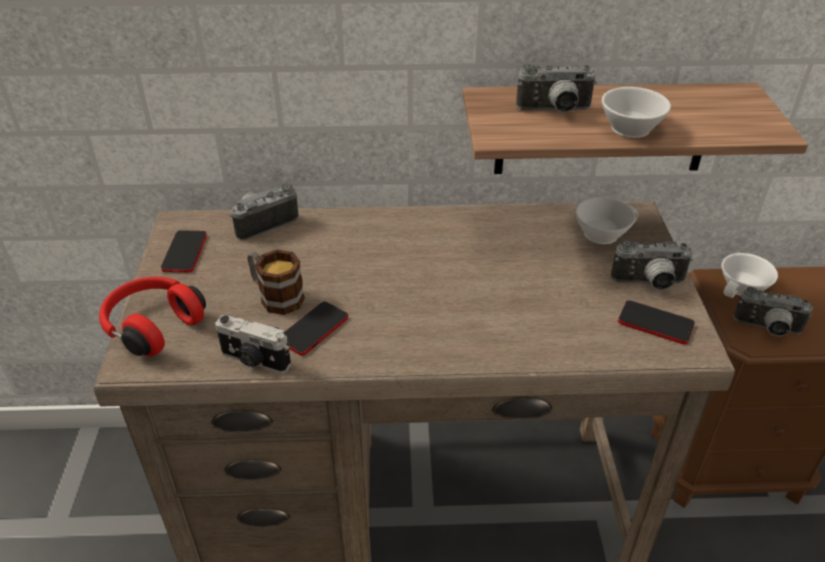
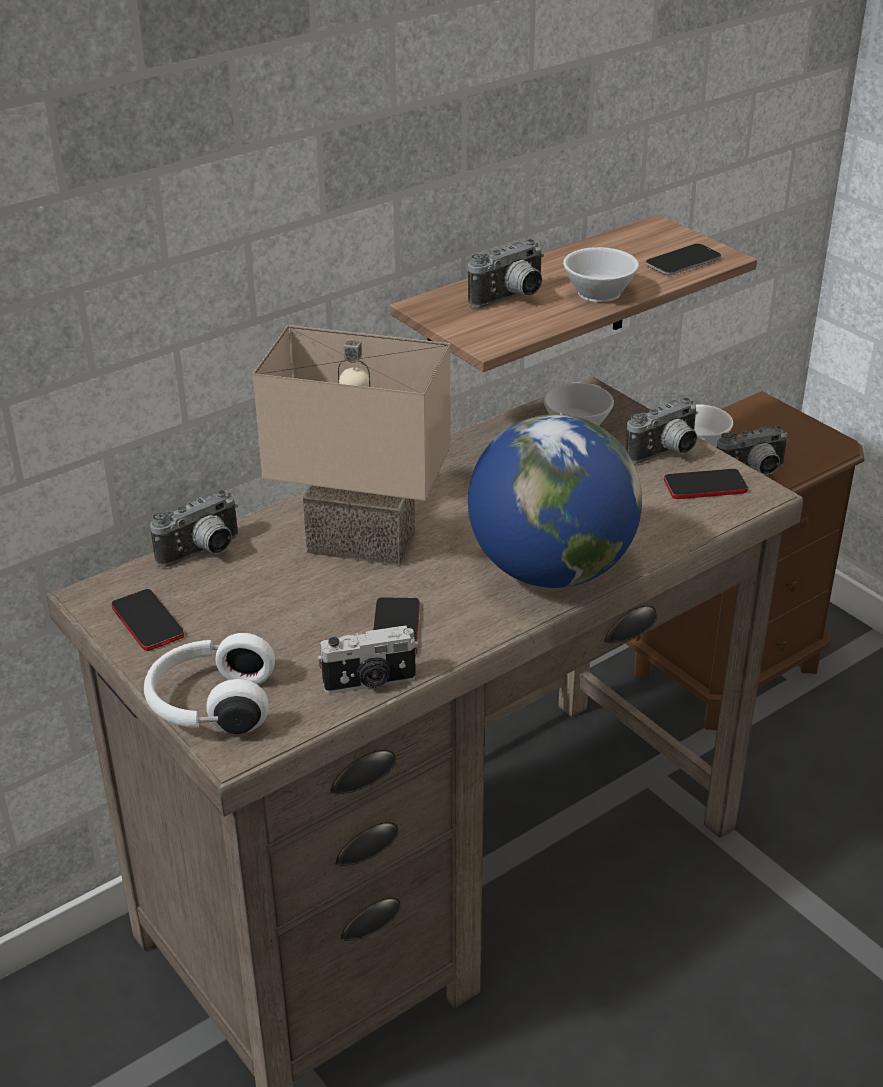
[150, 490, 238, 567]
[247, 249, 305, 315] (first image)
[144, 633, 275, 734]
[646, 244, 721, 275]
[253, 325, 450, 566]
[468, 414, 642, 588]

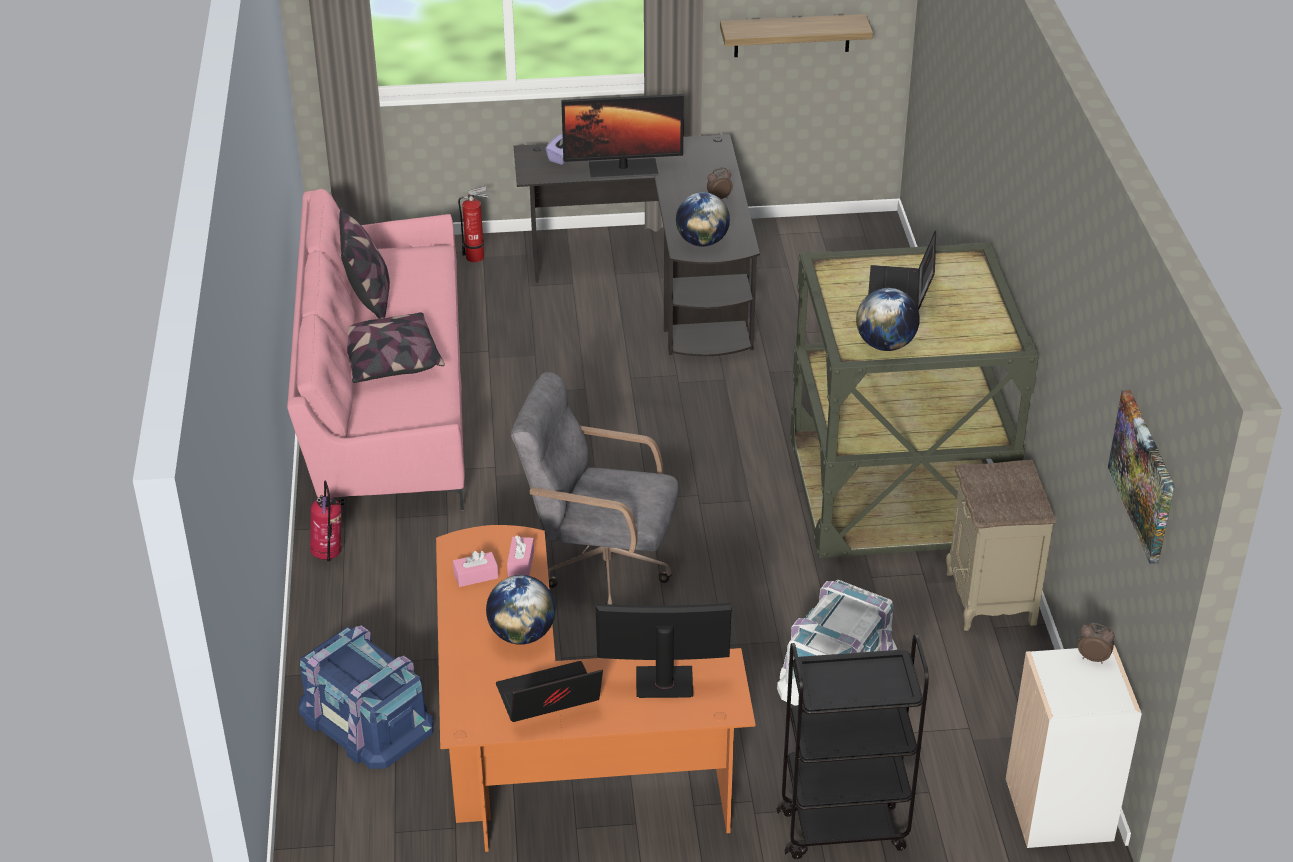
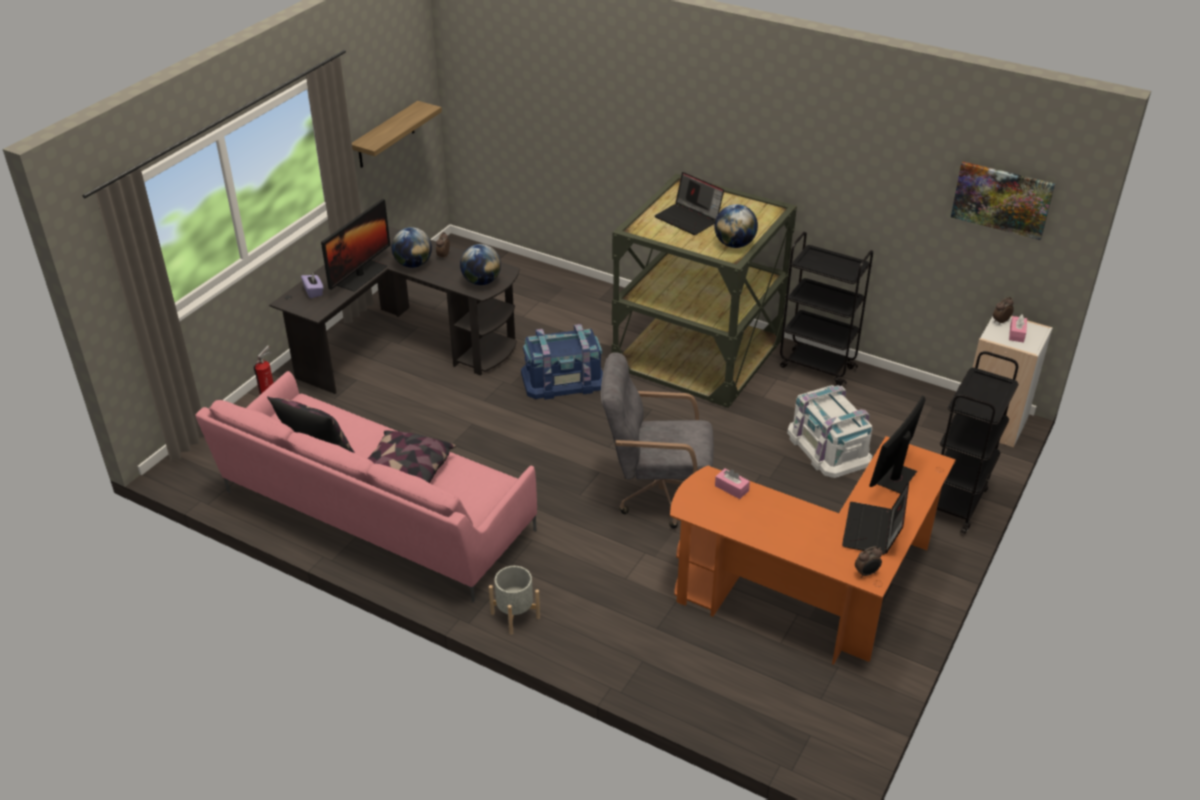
[601, 352, 714, 528]
[780, 232, 873, 386]
[489, 566, 540, 635]
[1009, 314, 1027, 343]
[391, 227, 432, 268]
[521, 324, 603, 400]
[855, 546, 882, 578]

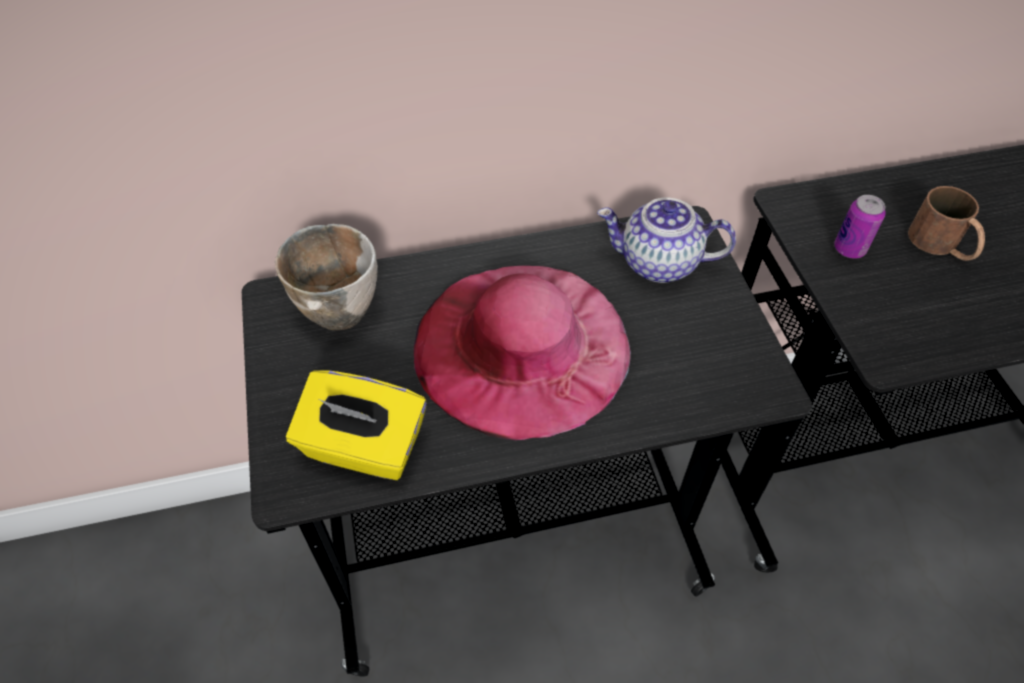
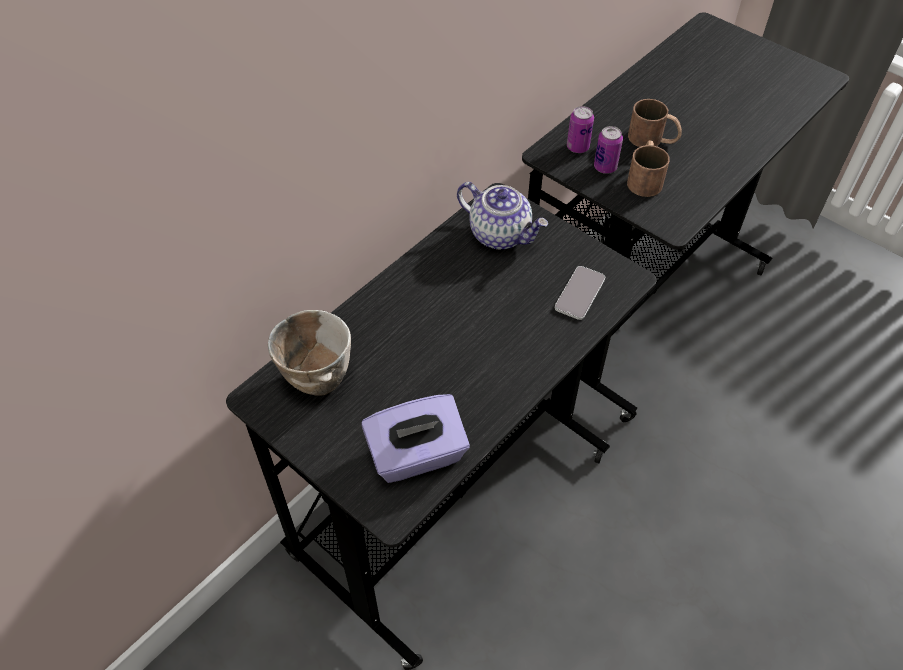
[457, 182, 548, 249]
[414, 266, 631, 440] (first image)
[361, 394, 470, 483]
[567, 106, 594, 153]
[627, 140, 670, 197]
[555, 266, 605, 320]

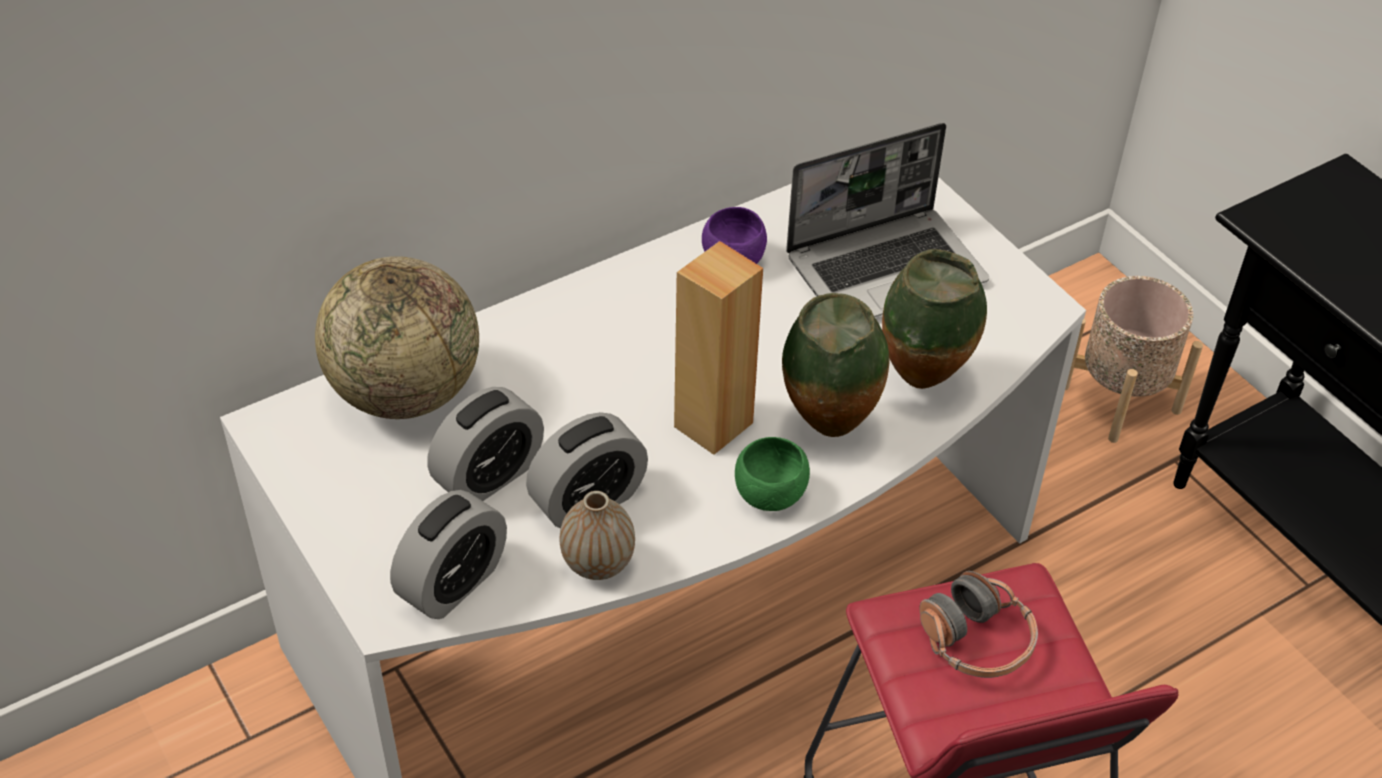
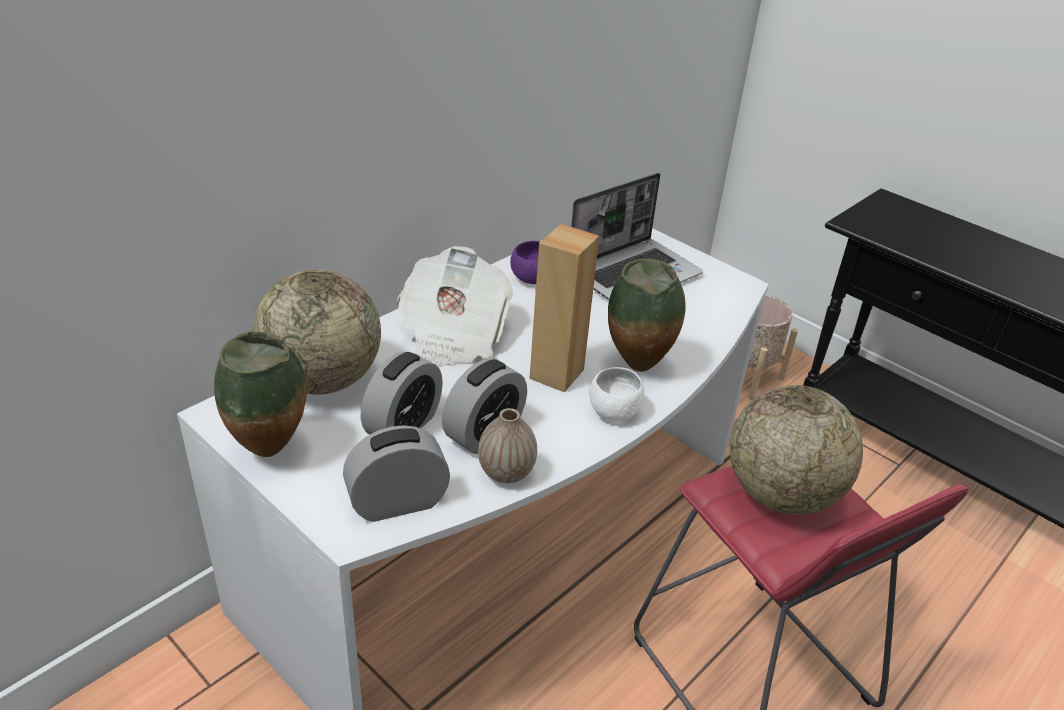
[214, 331, 307, 457]
[589, 367, 644, 421]
[343, 425, 450, 522]
[730, 385, 863, 514]
[397, 246, 513, 368]

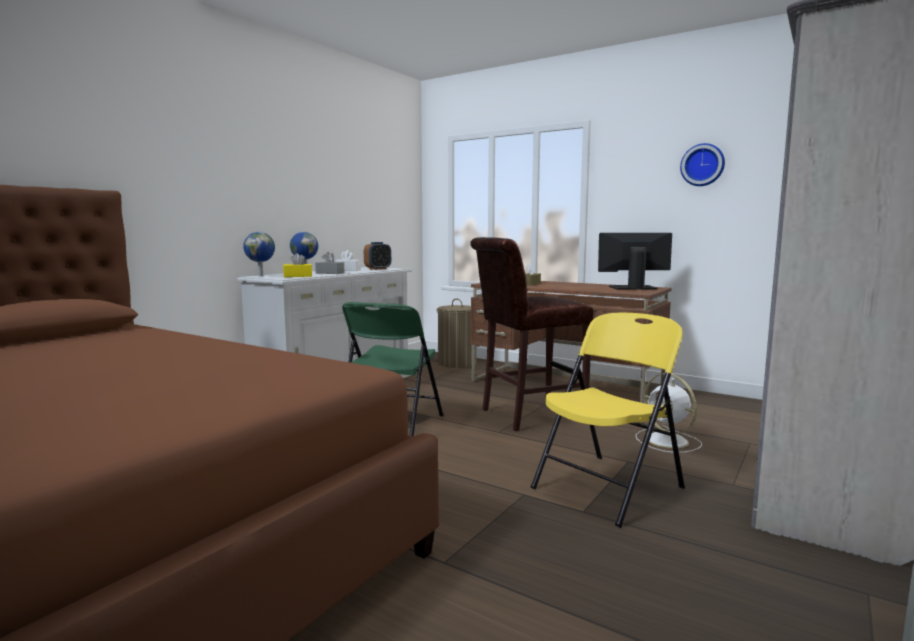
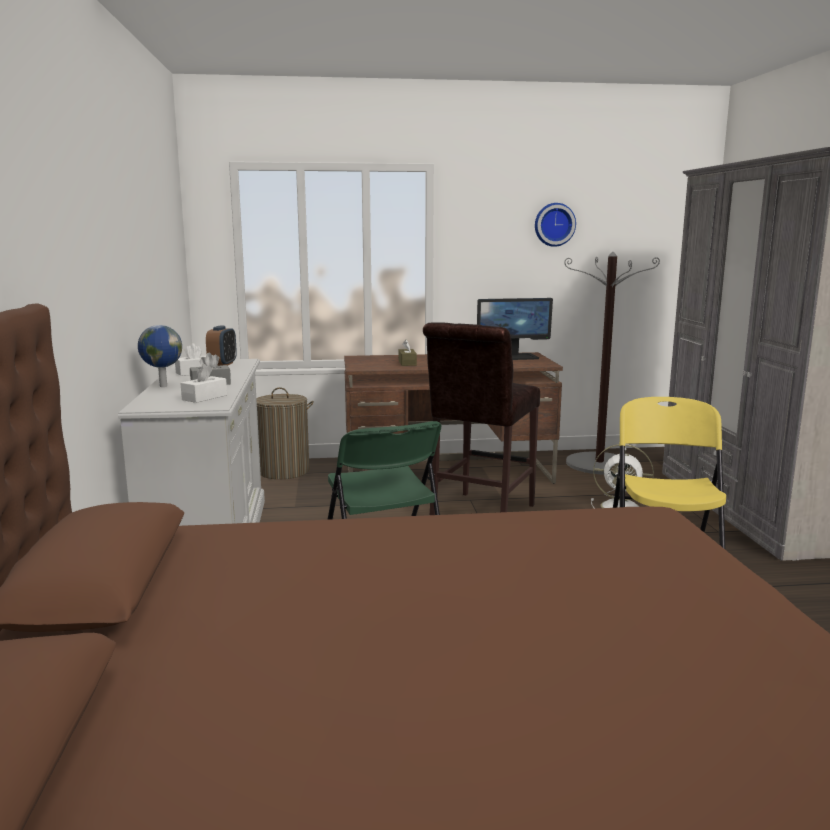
[243, 232, 275, 276] (first image)
[477, 298, 553, 360]
[181, 364, 227, 403]
[564, 252, 660, 475]

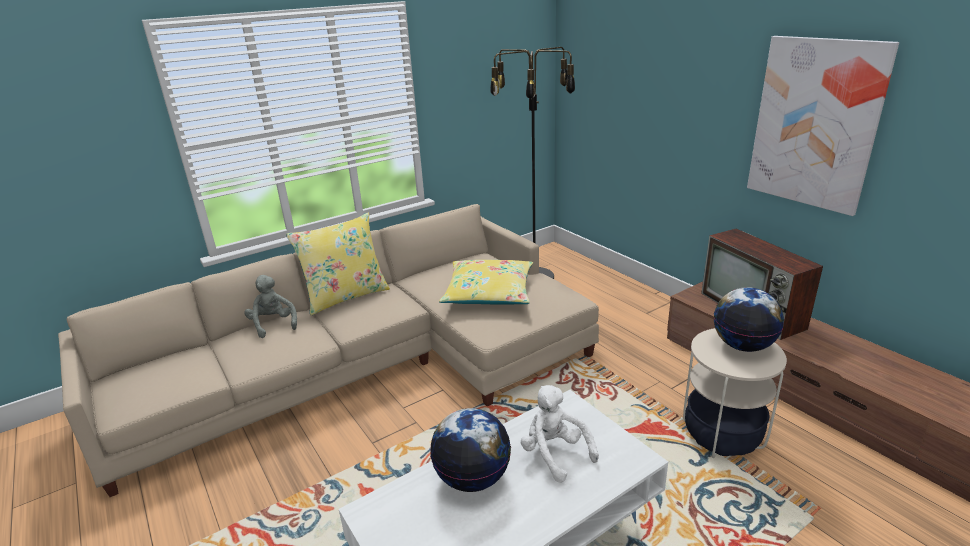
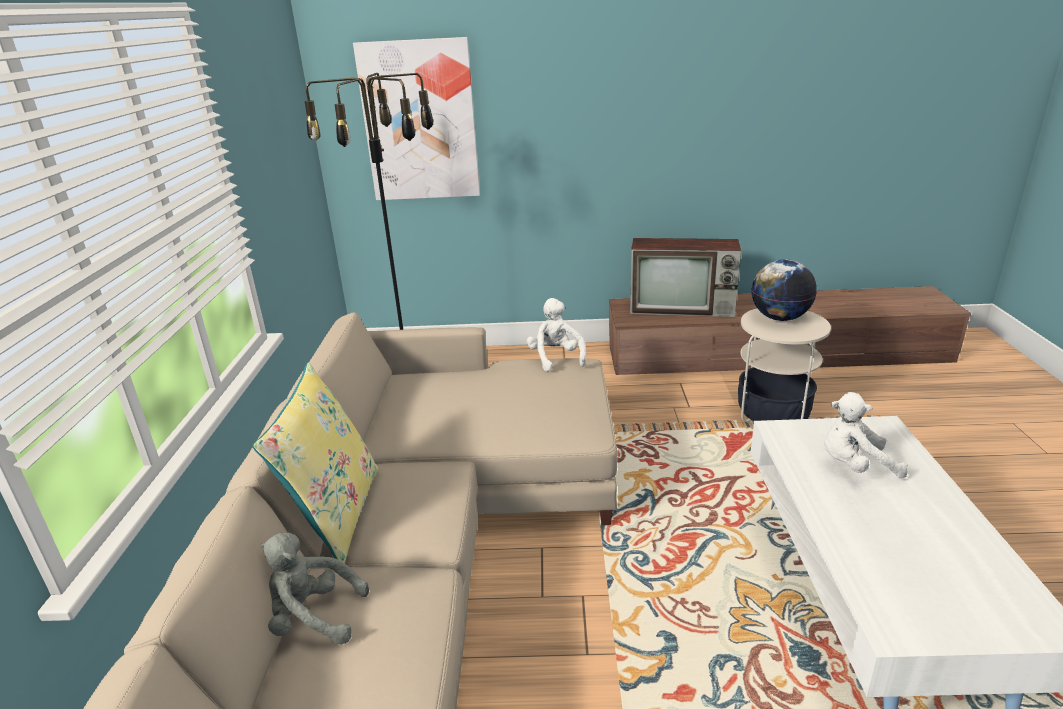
[353, 37, 480, 200]
[439, 260, 533, 305] (first image)
[430, 408, 511, 492] (first image)
[527, 298, 586, 372]

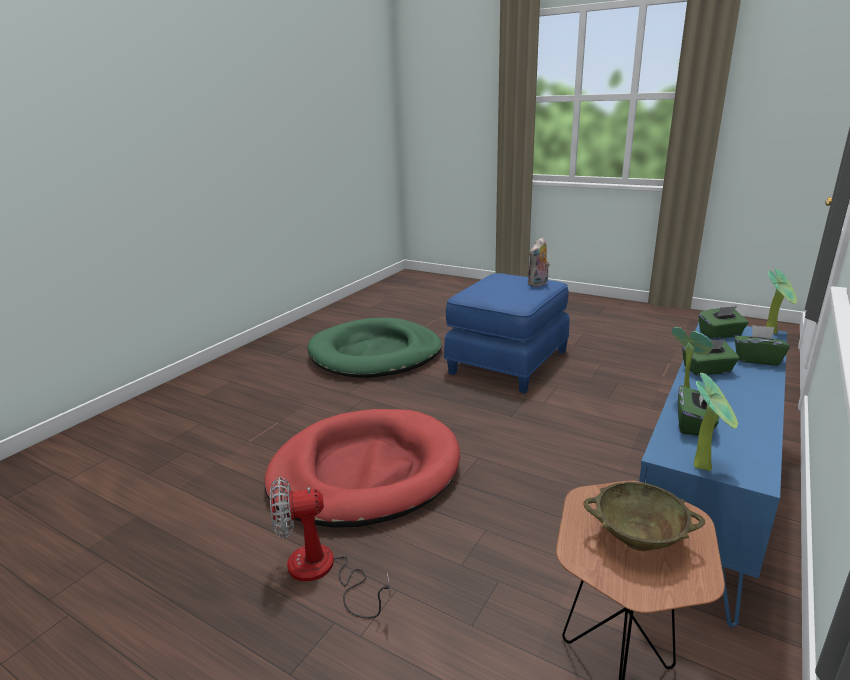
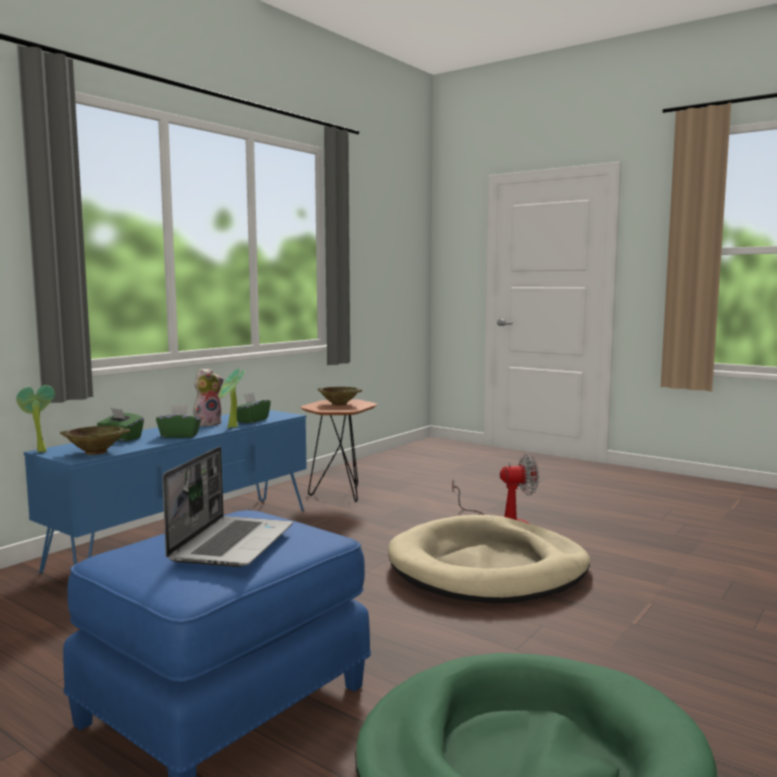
[193, 368, 224, 426]
[60, 426, 130, 455]
[694, 373, 738, 472] (first image)
[388, 515, 590, 603]
[162, 446, 293, 567]

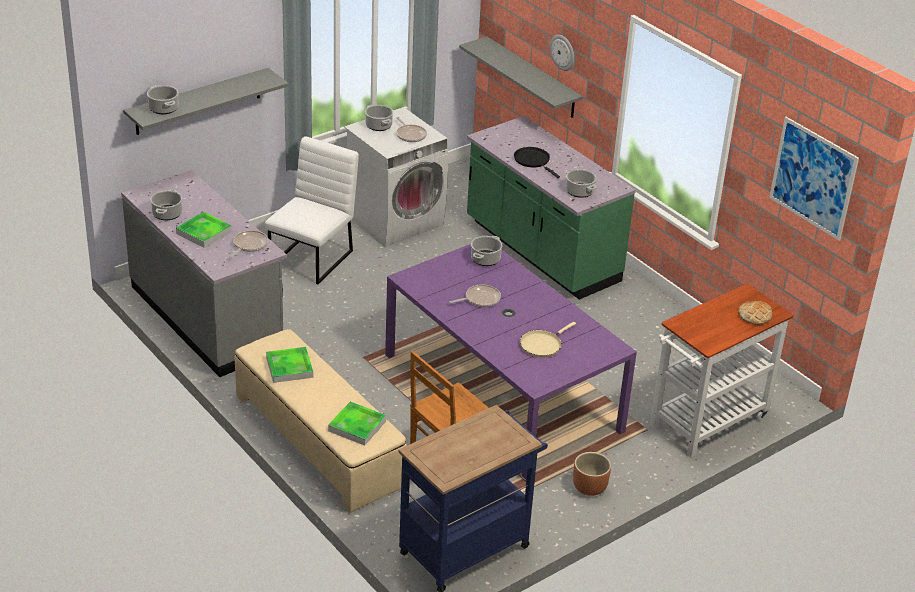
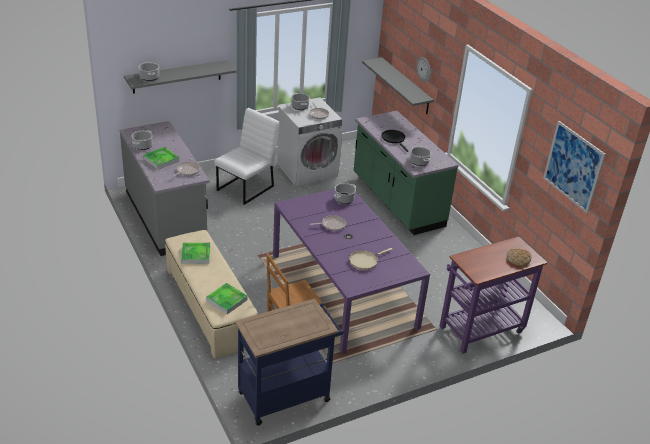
[439, 237, 547, 354]
[573, 452, 611, 496] (first image)

